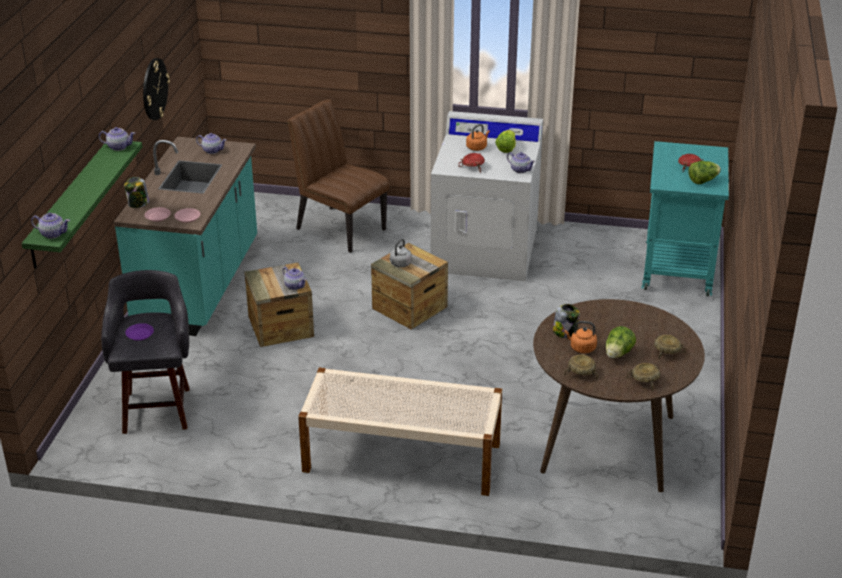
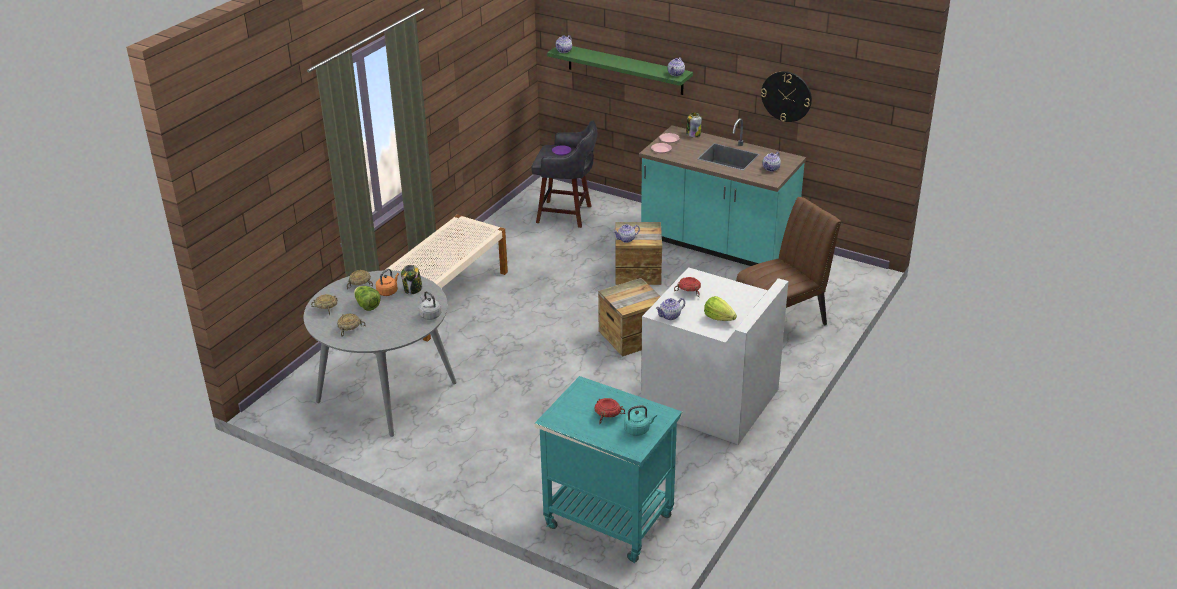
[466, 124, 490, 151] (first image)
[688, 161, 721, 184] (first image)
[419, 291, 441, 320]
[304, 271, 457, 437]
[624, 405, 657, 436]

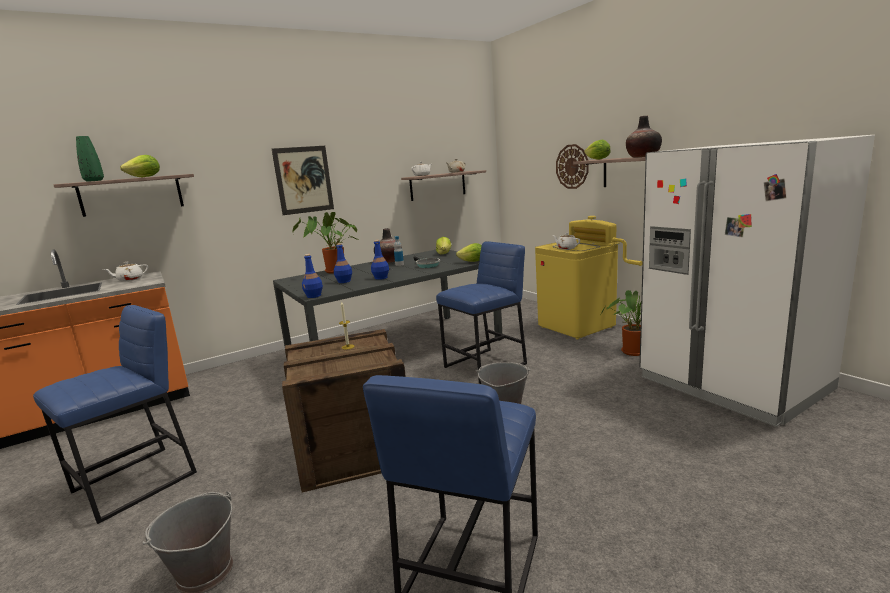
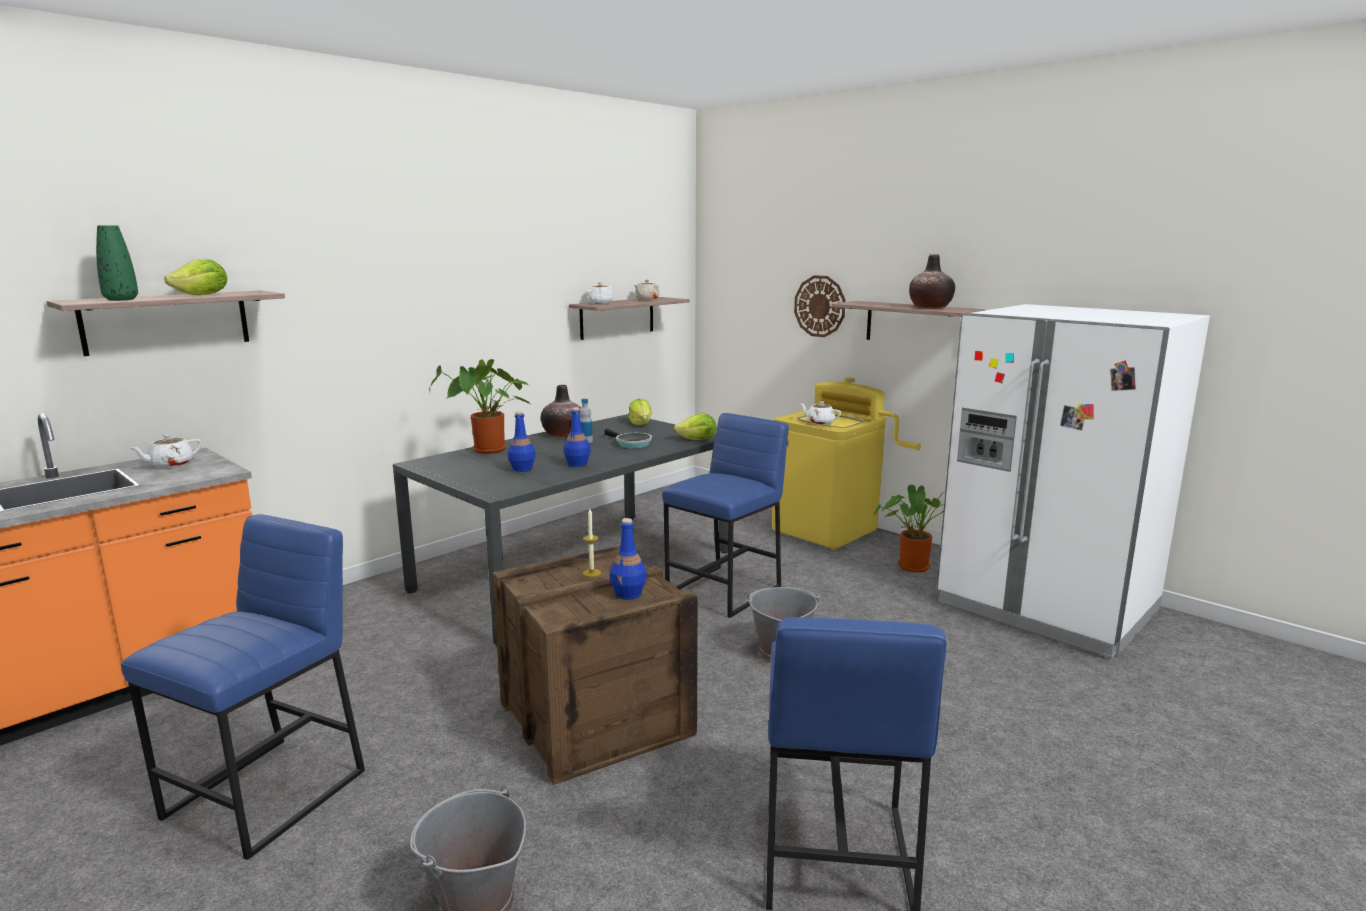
[584, 140, 610, 160] (first image)
[272, 146, 334, 215] (first image)
[609, 518, 647, 600]

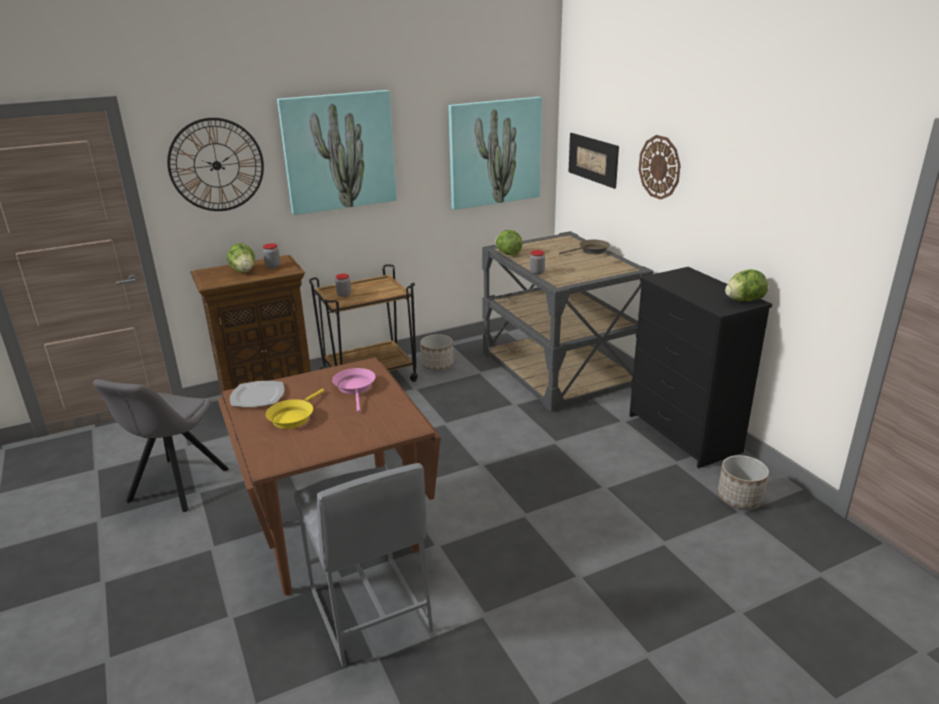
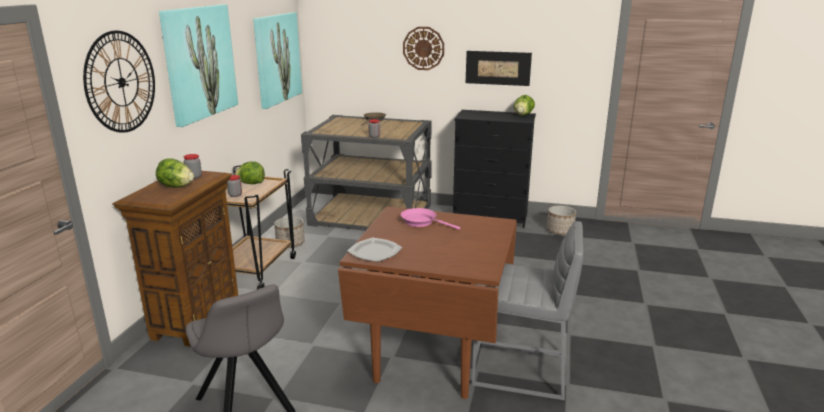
[466, 51, 532, 86]
[234, 161, 265, 184]
[266, 389, 324, 429] (first image)

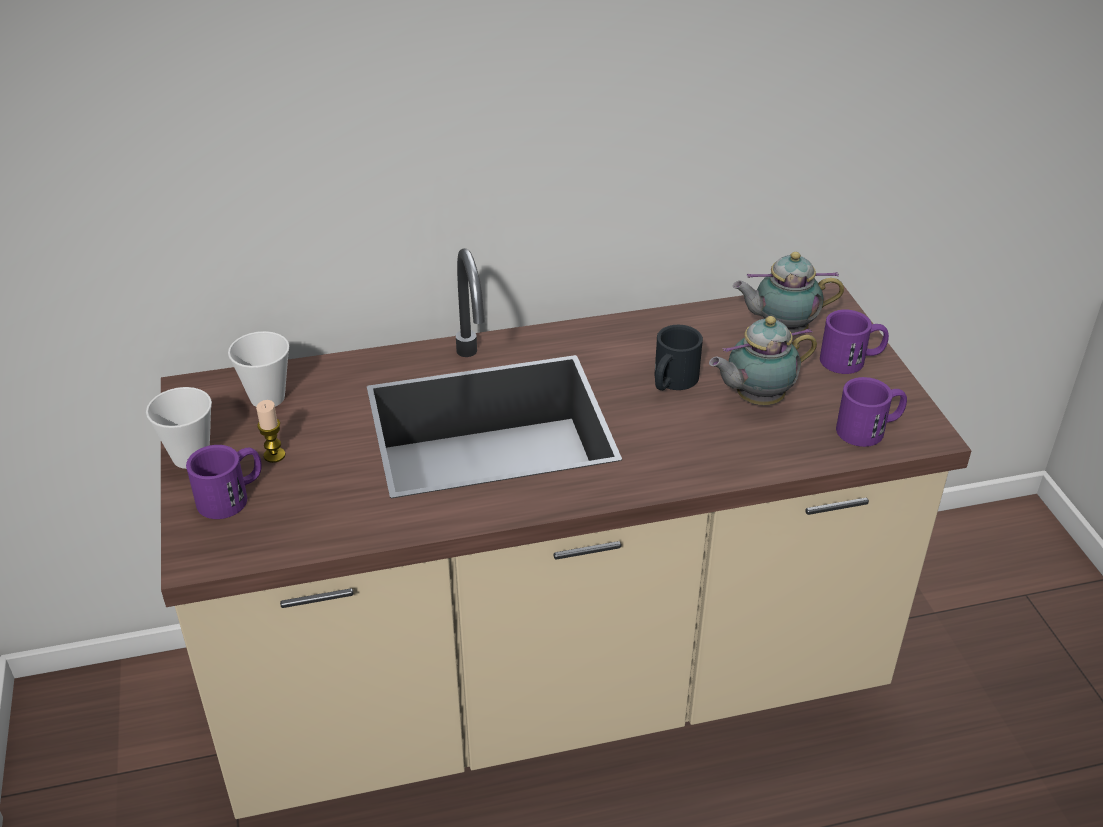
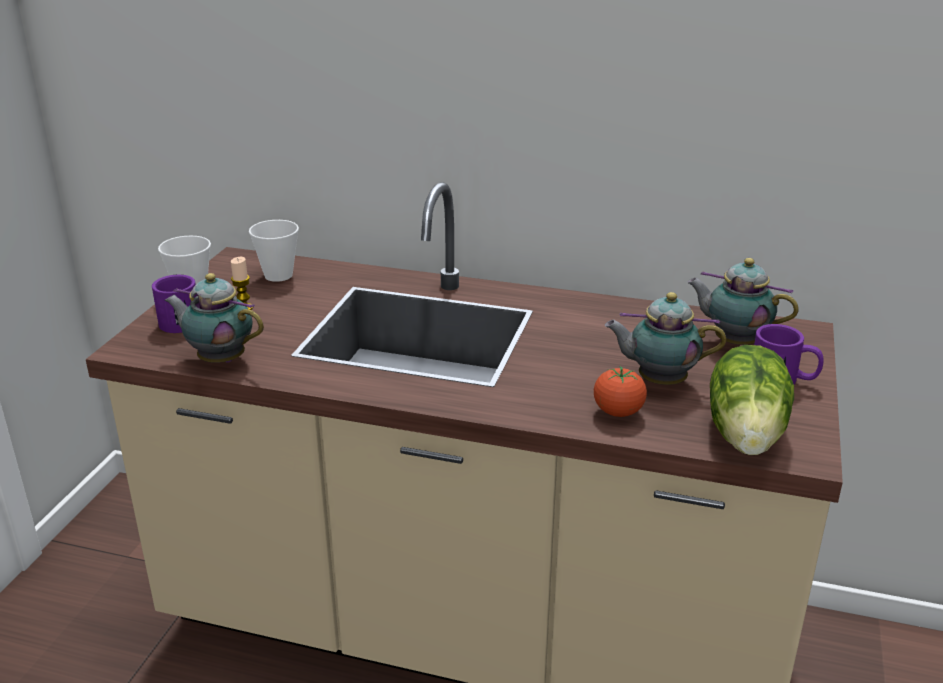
[655, 325, 703, 390] (first image)
[710, 345, 794, 455]
[165, 273, 264, 363]
[594, 366, 647, 417]

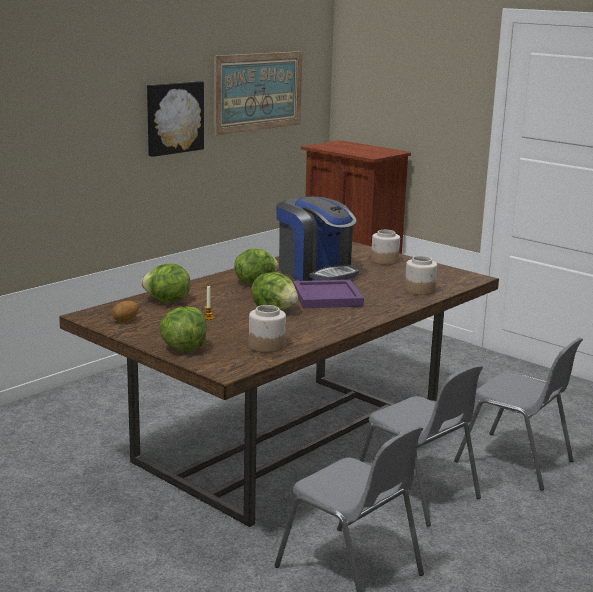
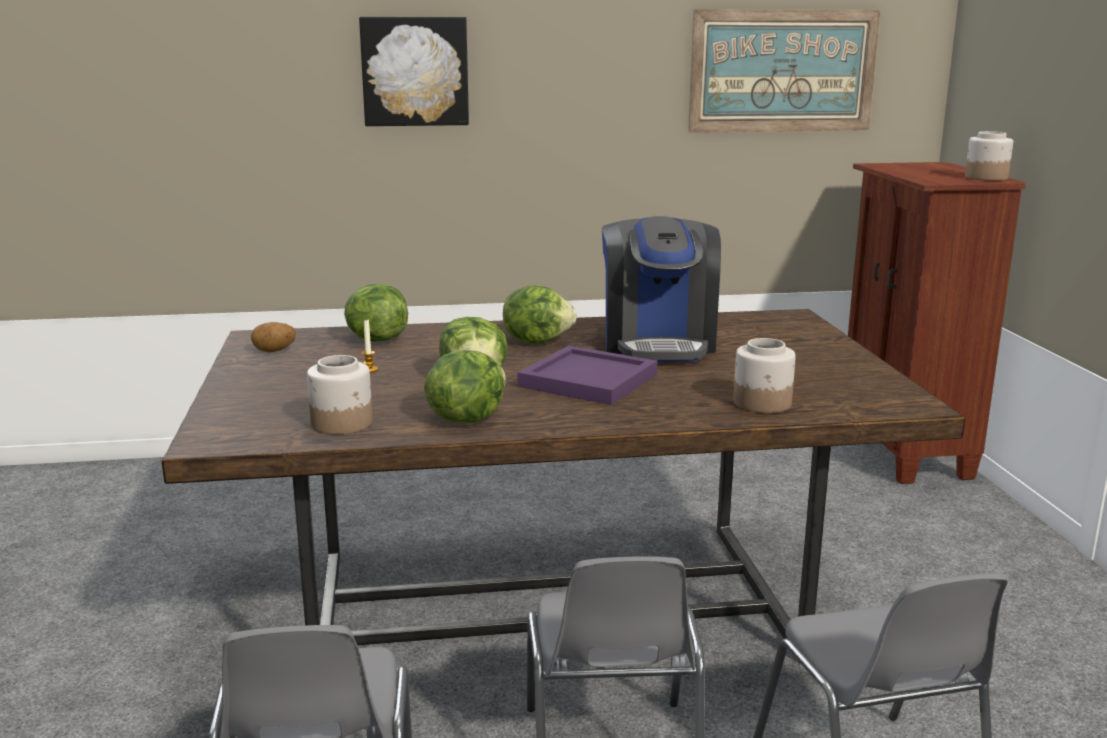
[359, 17, 469, 126]
[965, 131, 1013, 181]
[424, 350, 506, 423]

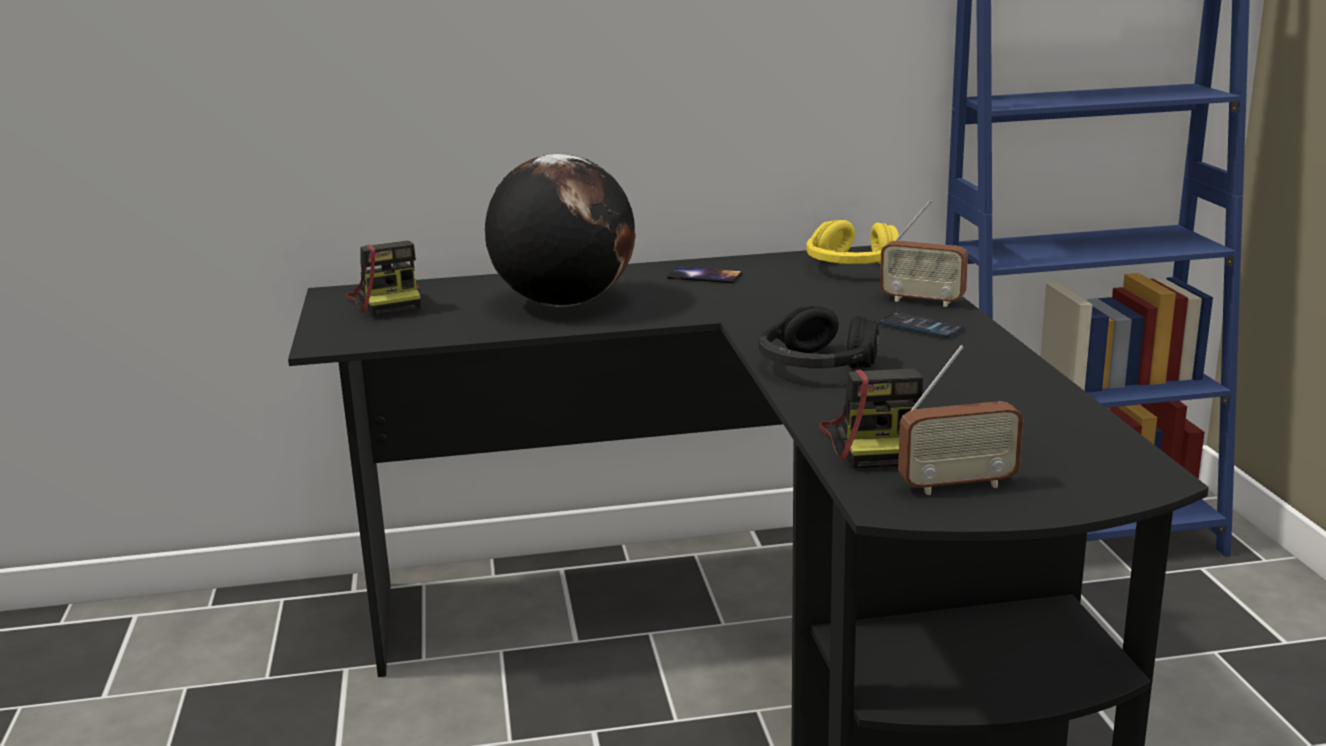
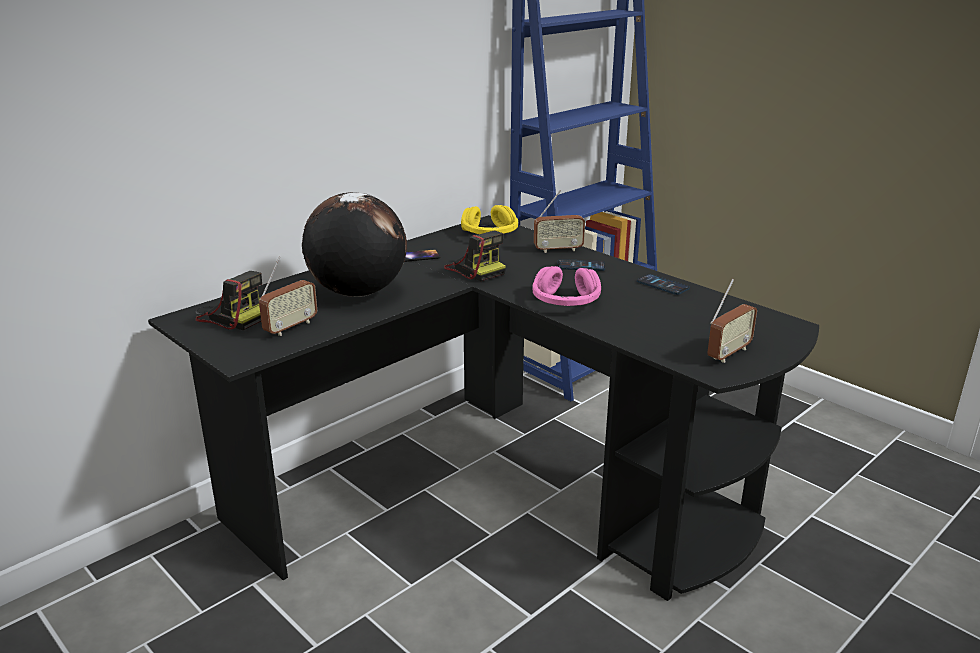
[532, 266, 601, 306]
[444, 231, 506, 281]
[259, 256, 317, 336]
[637, 274, 690, 295]

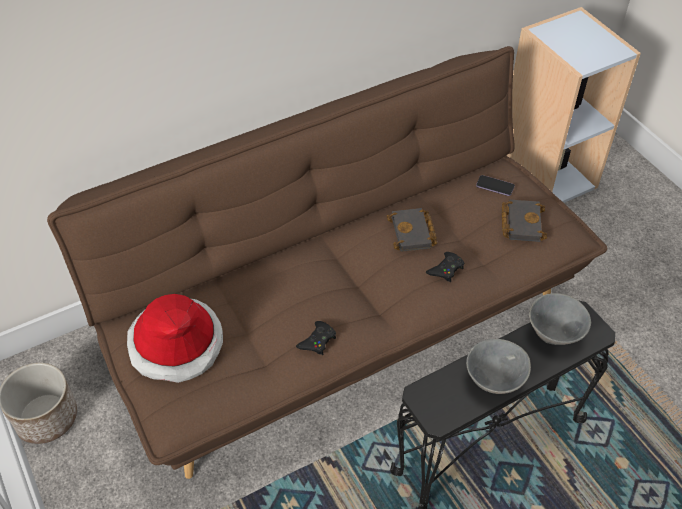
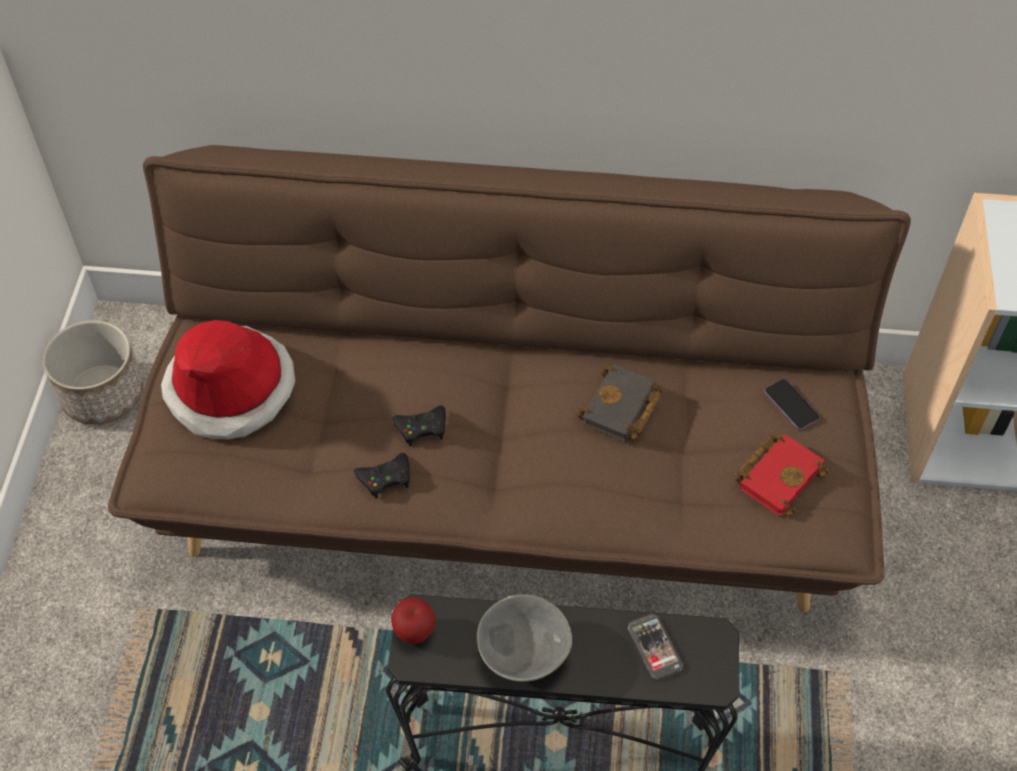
[734, 433, 829, 516]
[392, 405, 446, 446]
[628, 614, 683, 680]
[391, 597, 435, 644]

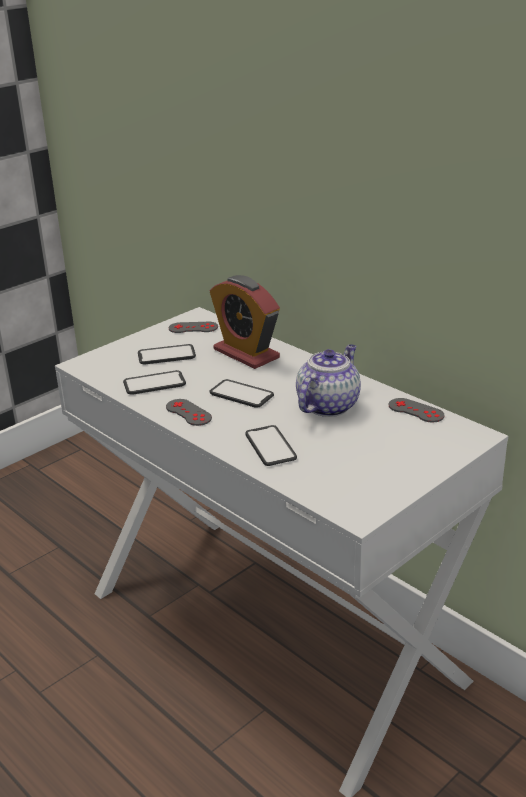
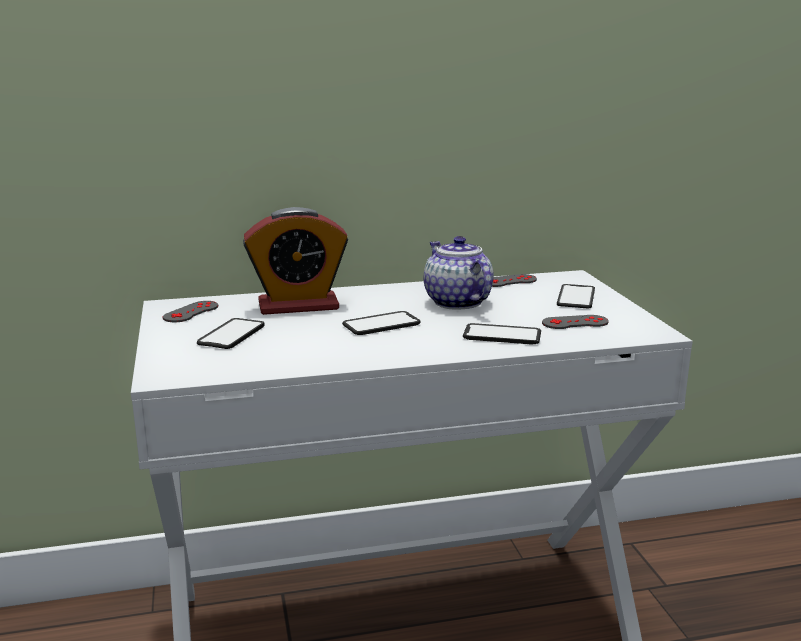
[557, 284, 595, 308]
[542, 315, 609, 329]

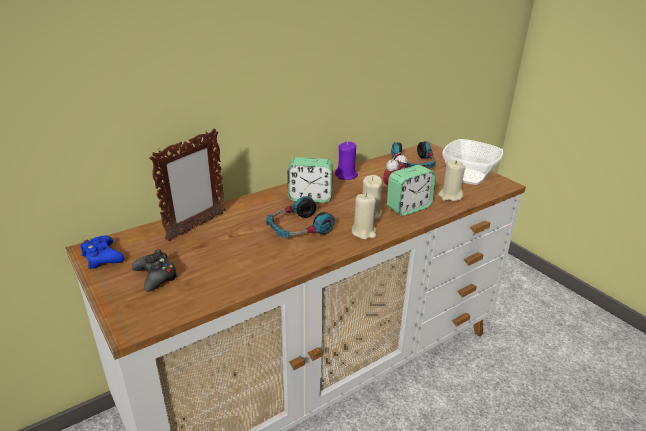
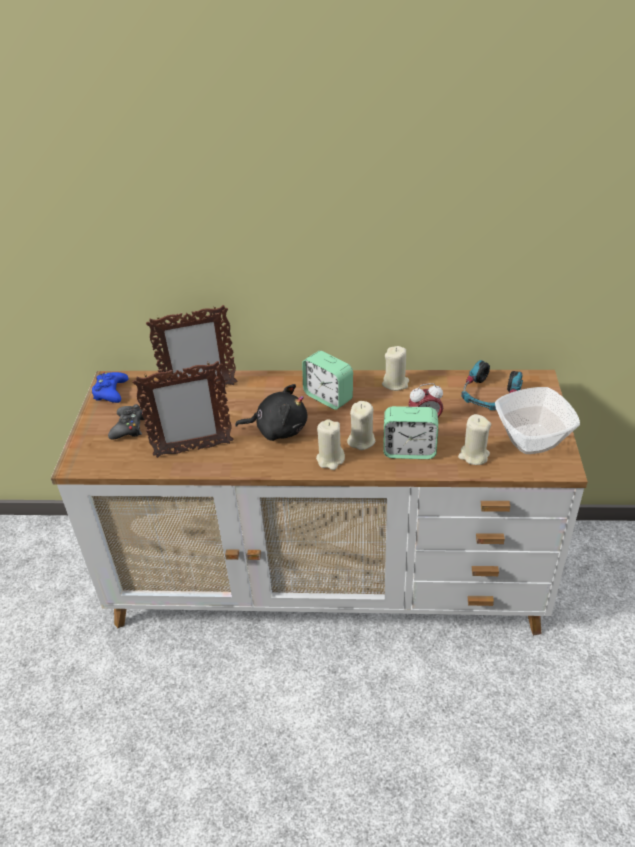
[382, 346, 409, 391]
[235, 384, 307, 441]
[132, 361, 233, 458]

